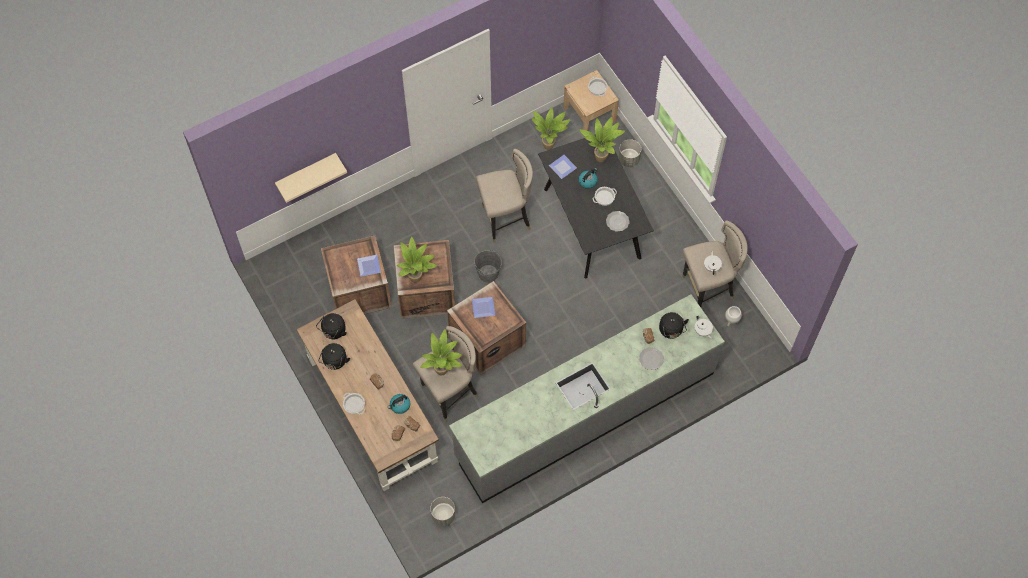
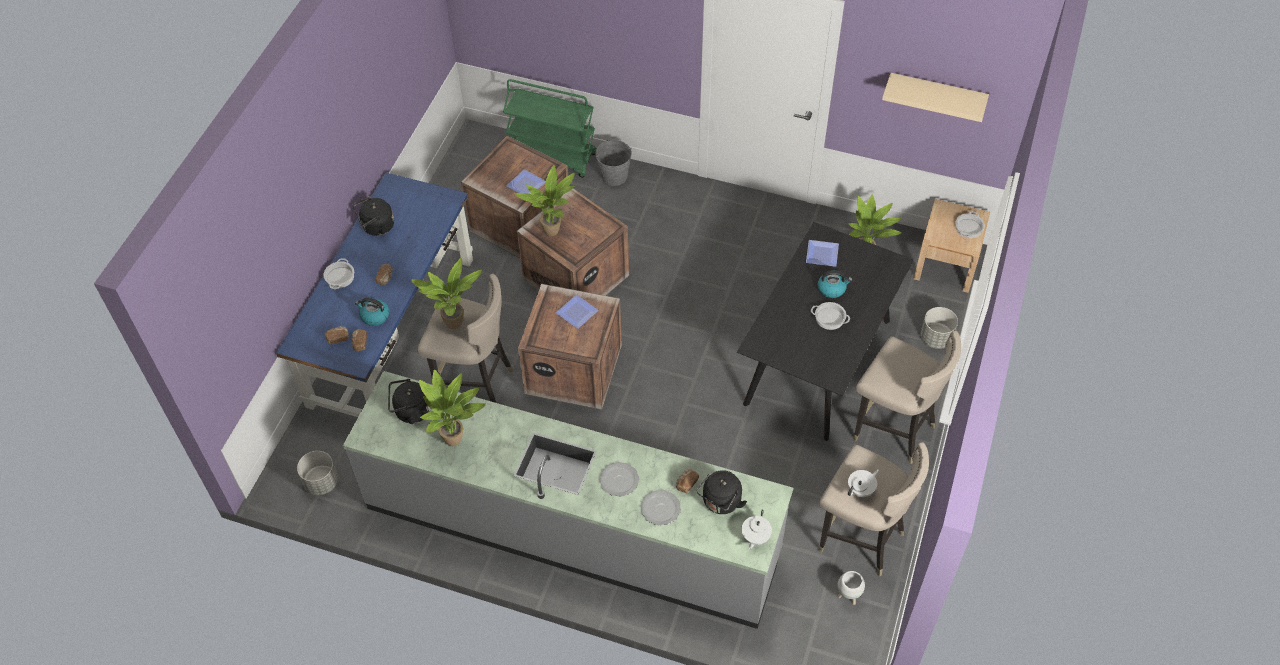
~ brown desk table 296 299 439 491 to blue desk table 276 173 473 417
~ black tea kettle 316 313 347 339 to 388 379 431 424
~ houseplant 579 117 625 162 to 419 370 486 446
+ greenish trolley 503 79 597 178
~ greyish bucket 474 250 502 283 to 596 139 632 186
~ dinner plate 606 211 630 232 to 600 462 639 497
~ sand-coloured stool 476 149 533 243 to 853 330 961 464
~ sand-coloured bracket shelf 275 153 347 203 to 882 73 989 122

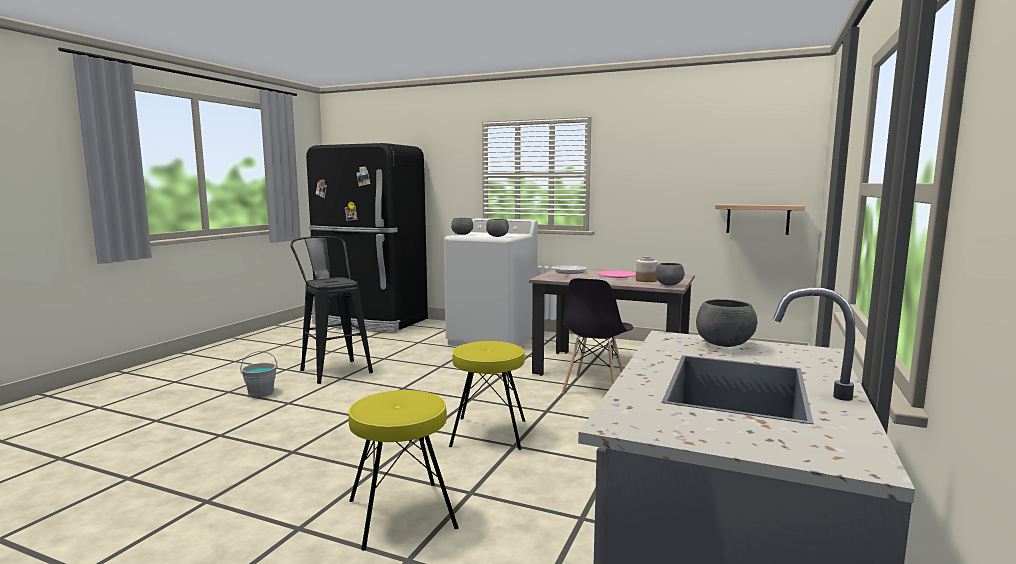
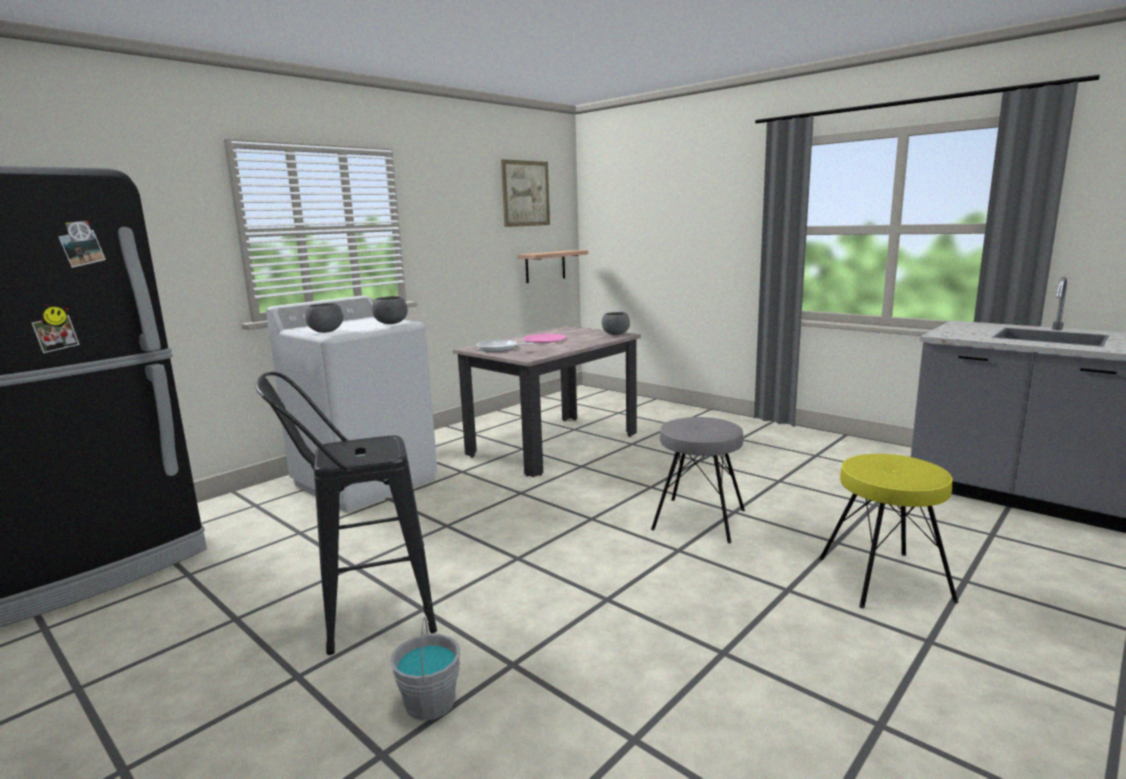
+ wall art 501 159 550 227
~ yellowish stool 449 341 525 450 to greyish stool 651 417 745 544
- greyish plain chair 562 278 633 393
- preserve jar 636 257 658 282
- greyish deep dish 696 299 758 347

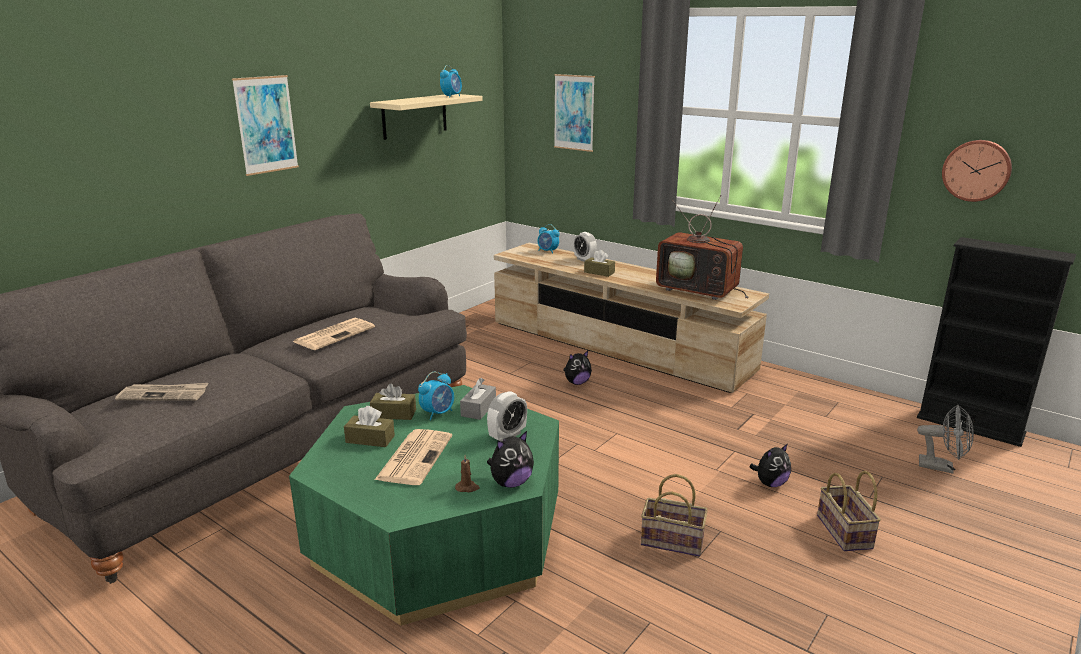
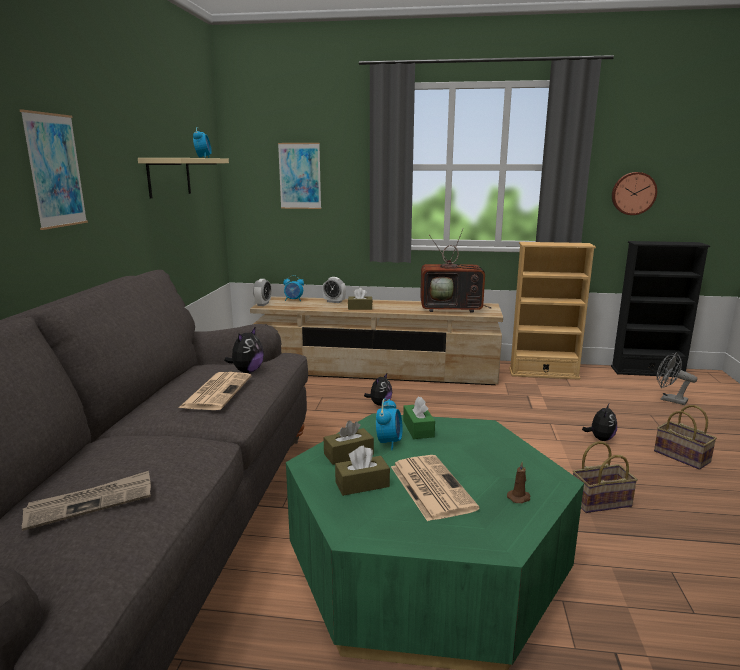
~ cuddly toy 487 431 534 488 to 224 328 264 373
~ bedside clock 487 391 527 442 to 253 279 271 306
~ greyish tissue box 460 378 496 420 to greenish tissue box 403 397 435 439
+ sand-coloured shelving unit 509 242 596 380
~ greyish electric fan 917 405 974 474 = 657 352 697 405 135 degrees counterclockwise

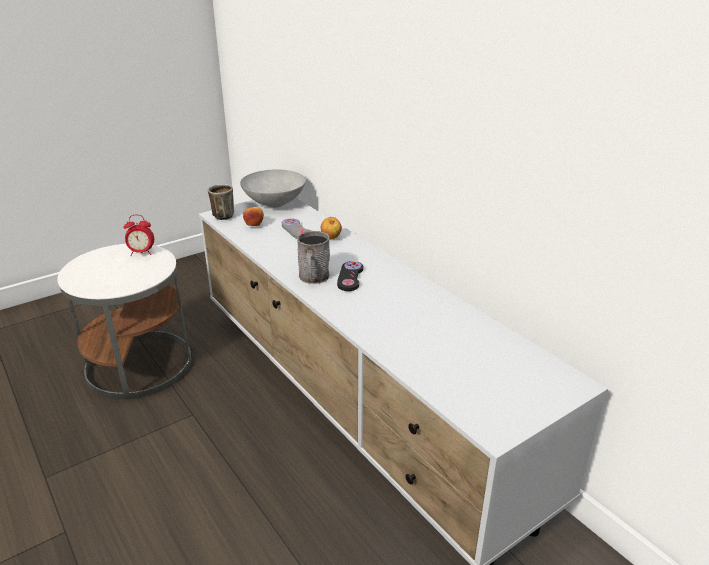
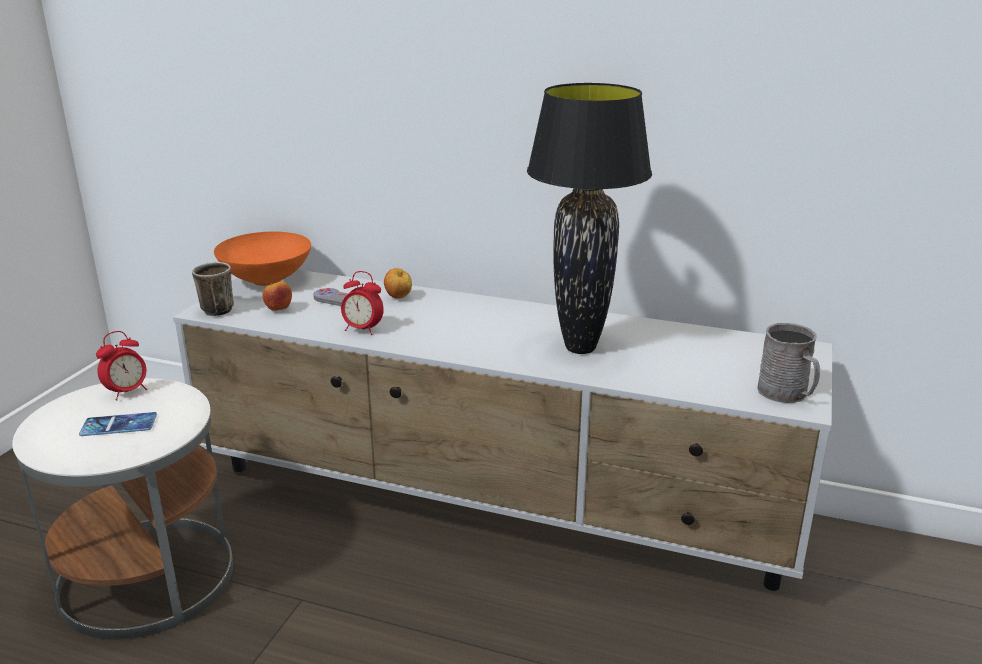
+ telephone 79 412 157 436
~ greyish deep dish 240 169 306 208 to orange deep dish 214 232 311 286
+ bedside clock 341 271 384 335
+ black lamp for a table 527 83 652 354
~ greyish mug 297 231 330 284 to 757 323 820 403
- black game controller 337 261 363 291

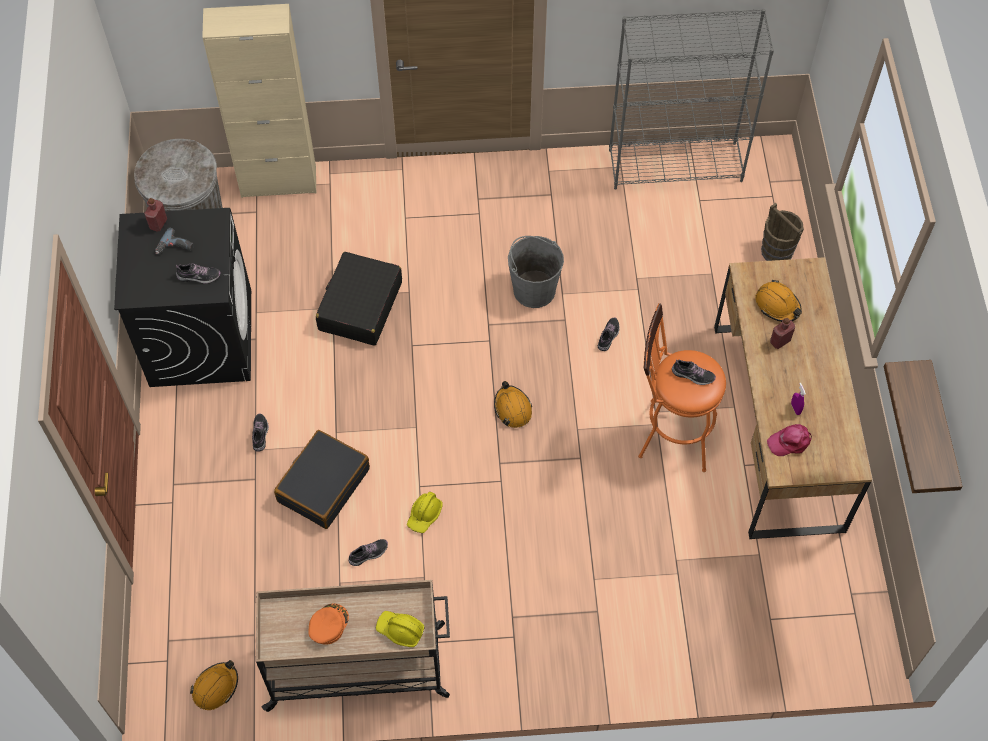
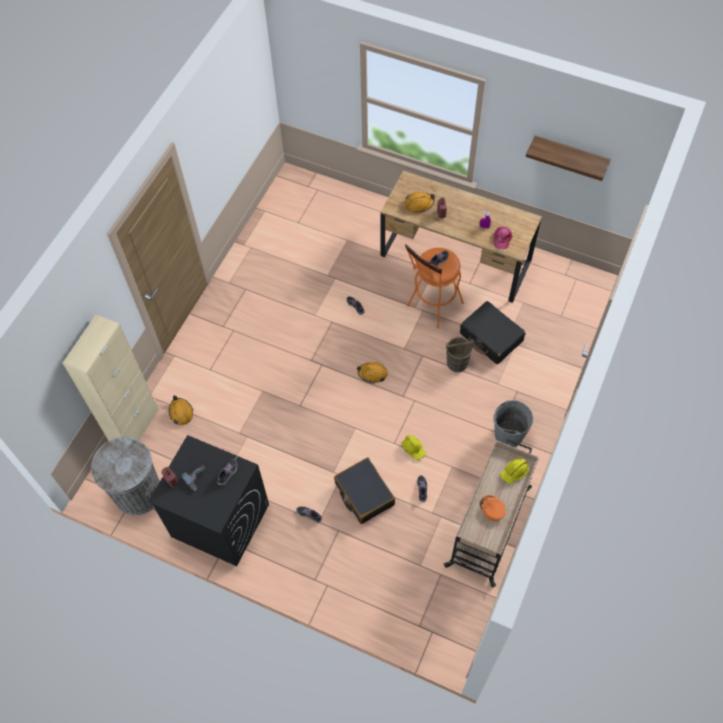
~ orange hard hat 190 660 238 710 to 169 395 193 425
~ brown bucket 761 203 804 261 to 446 337 474 372
~ black travel case 316 252 402 345 to 460 301 526 364
~ greyish bucket 508 236 564 308 to 493 400 533 447
- greyish shelving unit 609 9 774 190

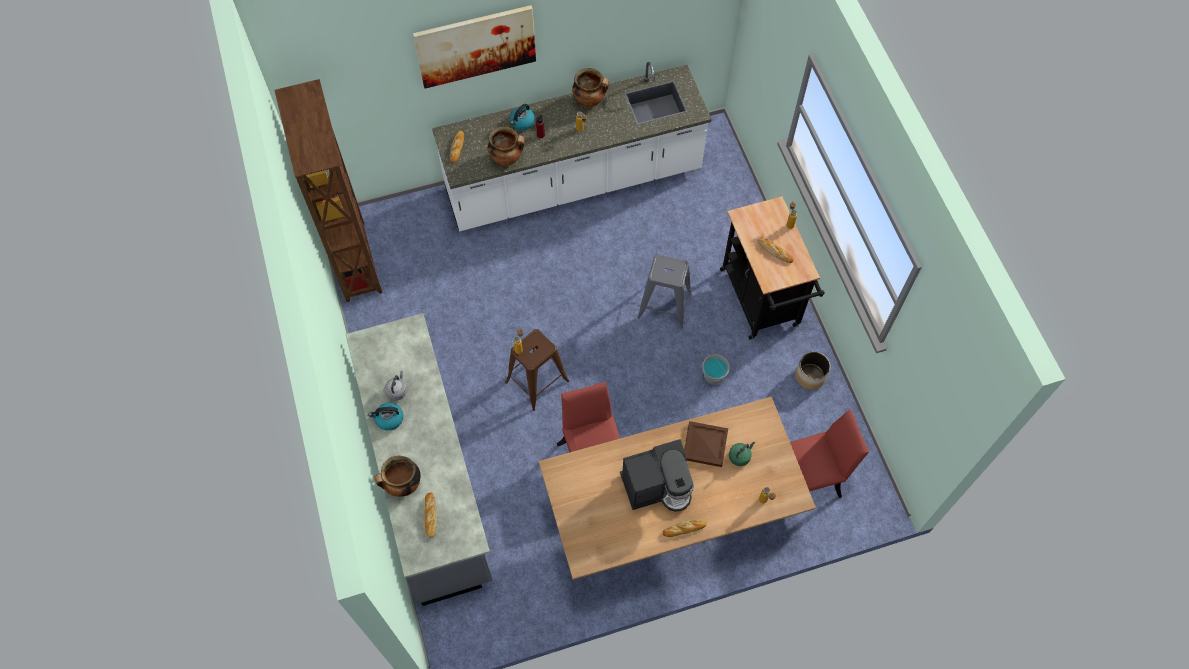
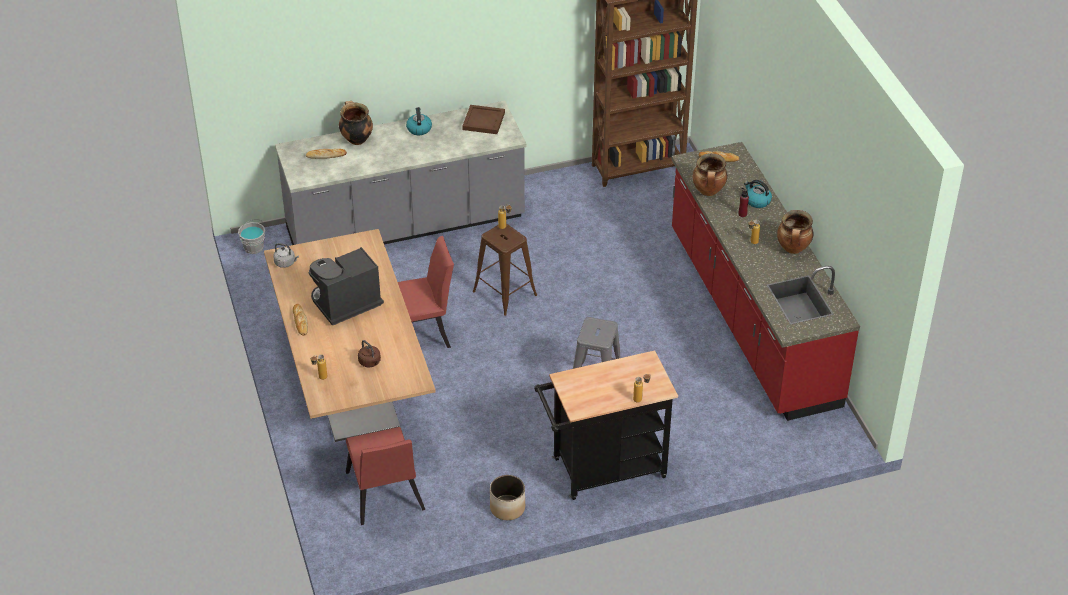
~ greyish bucket 702 354 730 385 to 238 219 265 254
~ greyish tea kettle 385 371 407 401 to 273 243 299 268
~ coffee machine 620 439 694 512 = 309 247 384 325 75 degrees clockwise
~ greenish tea kettle 729 442 755 466 to brown tea kettle 358 340 381 367
~ brown carrying tray 684 421 728 467 to 462 105 505 134
~ white counter 432 62 712 231 to reddish counter 671 142 860 421
- wall art 413 5 536 89
- bread 758 238 794 263

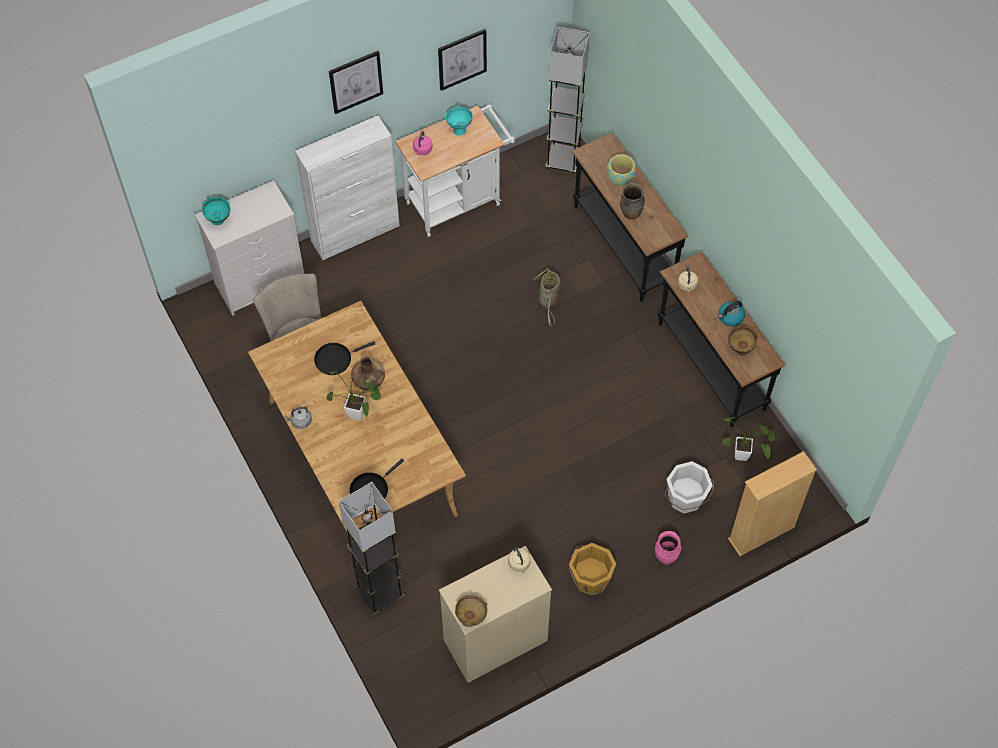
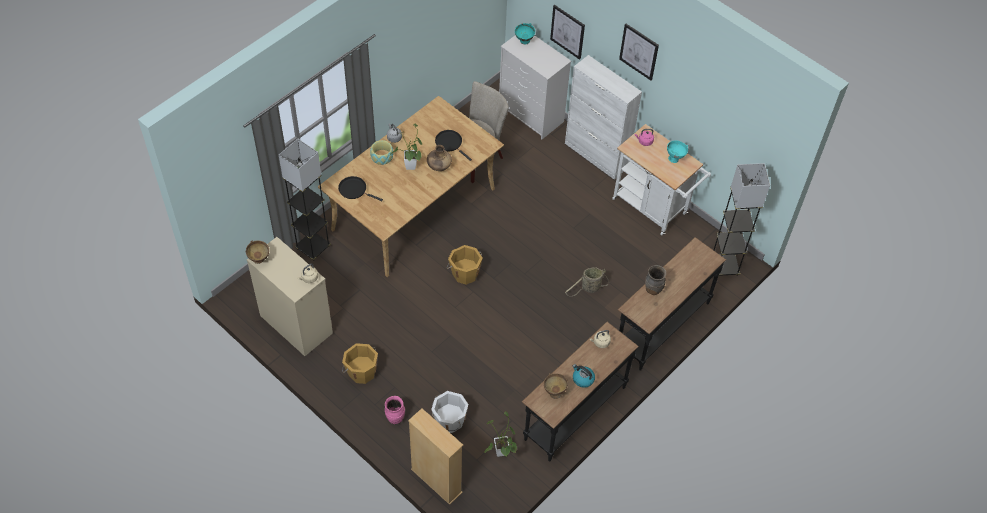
~ deep dish 607 154 636 186 to 370 140 394 165
+ orange bucket 447 245 483 285
~ wall art 438 29 487 91 to 550 5 585 60

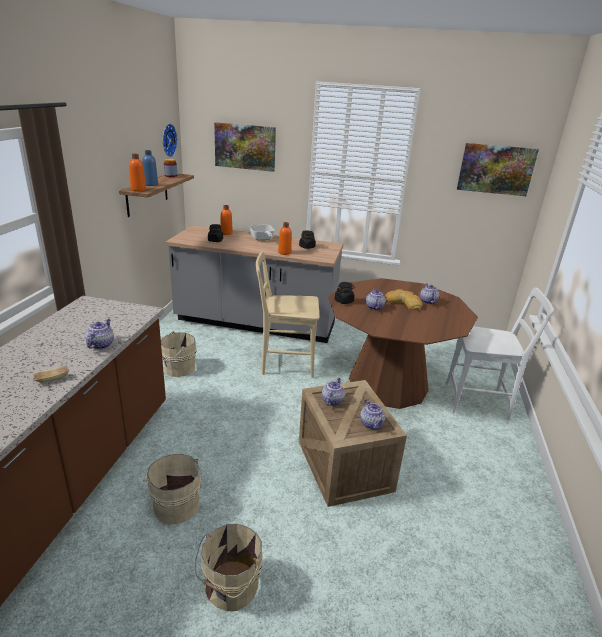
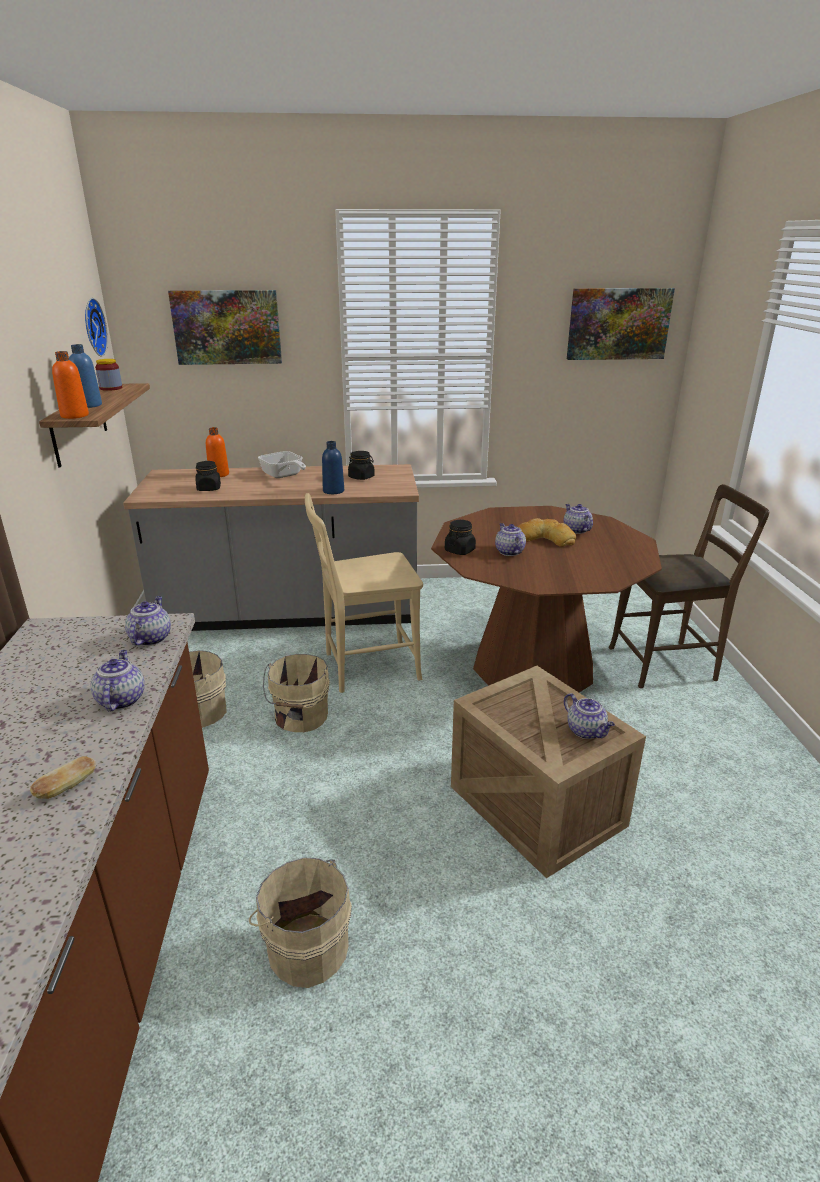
~ teapot 322 378 345 406 to 125 596 171 646
~ sand-coloured bucket 195 524 263 611 to 263 654 330 732
~ orange drink bottle 278 222 292 255 to blue drink bottle 322 441 344 494
~ white plain chair 445 287 554 420 to brown plain chair 609 484 769 688

